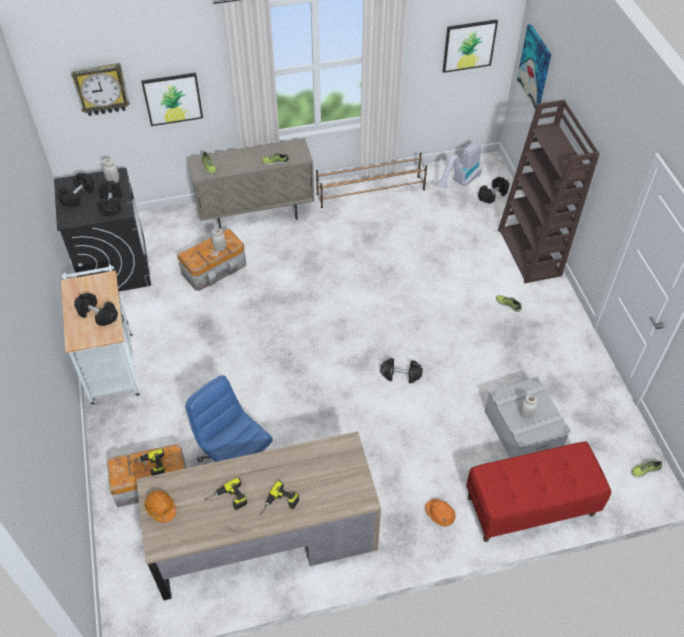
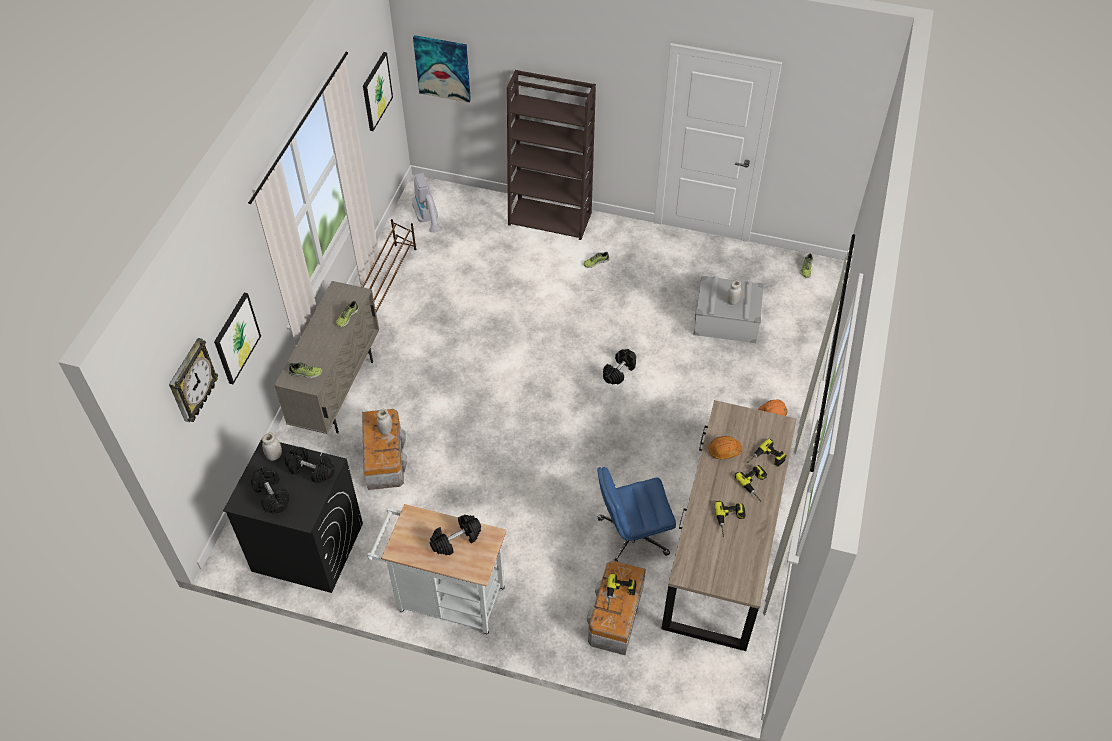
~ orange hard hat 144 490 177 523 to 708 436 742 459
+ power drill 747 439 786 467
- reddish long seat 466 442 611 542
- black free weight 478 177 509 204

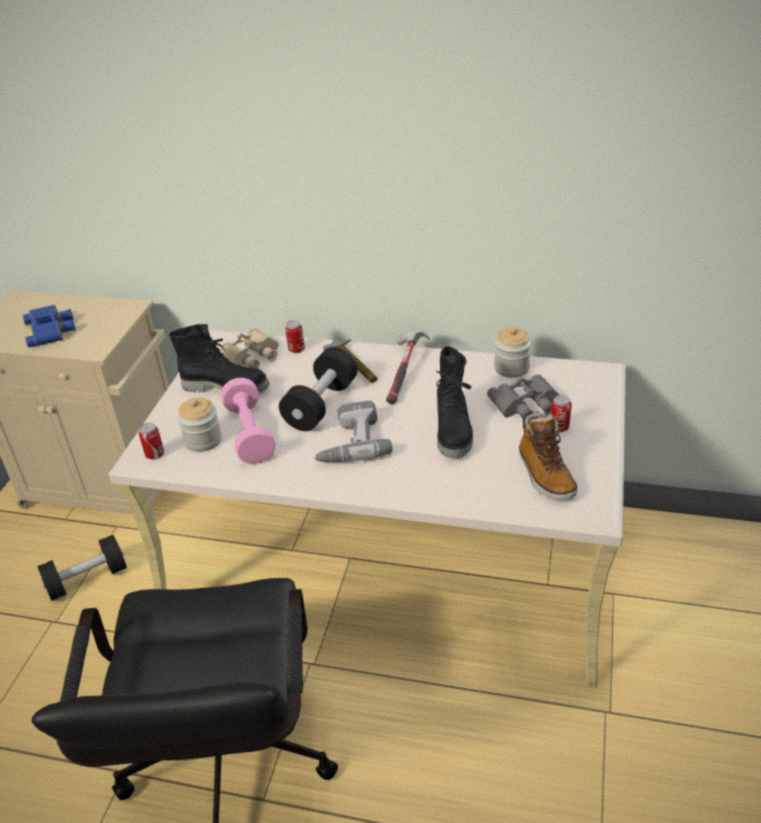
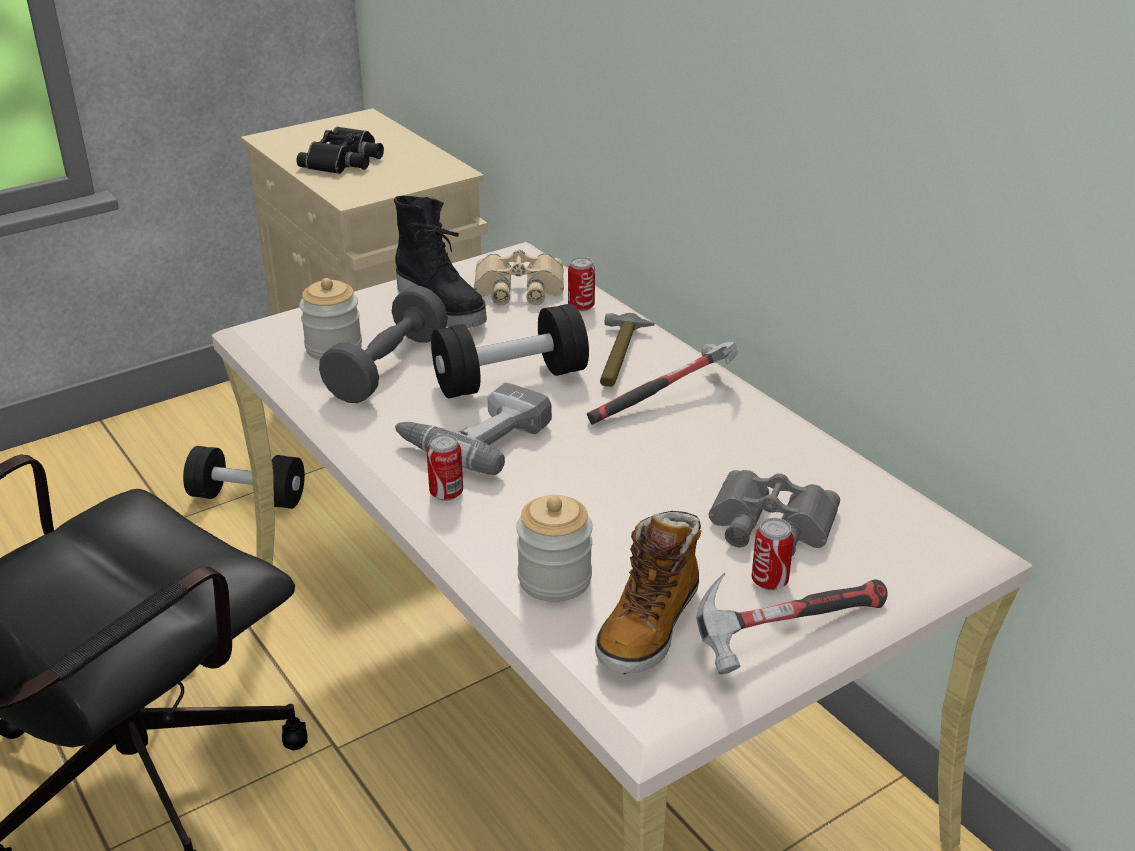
~ blue pair of binoculars 23 305 76 347 to black pair of binoculars 296 127 384 174
~ pinkish free weight 221 378 275 464 to greyish free weight 319 286 448 403
~ metal can 139 423 164 460 to 427 434 463 501
~ preserve jar 494 327 531 378 to 516 495 593 602
+ hand hammer 696 573 888 674
- black boot 436 346 473 458

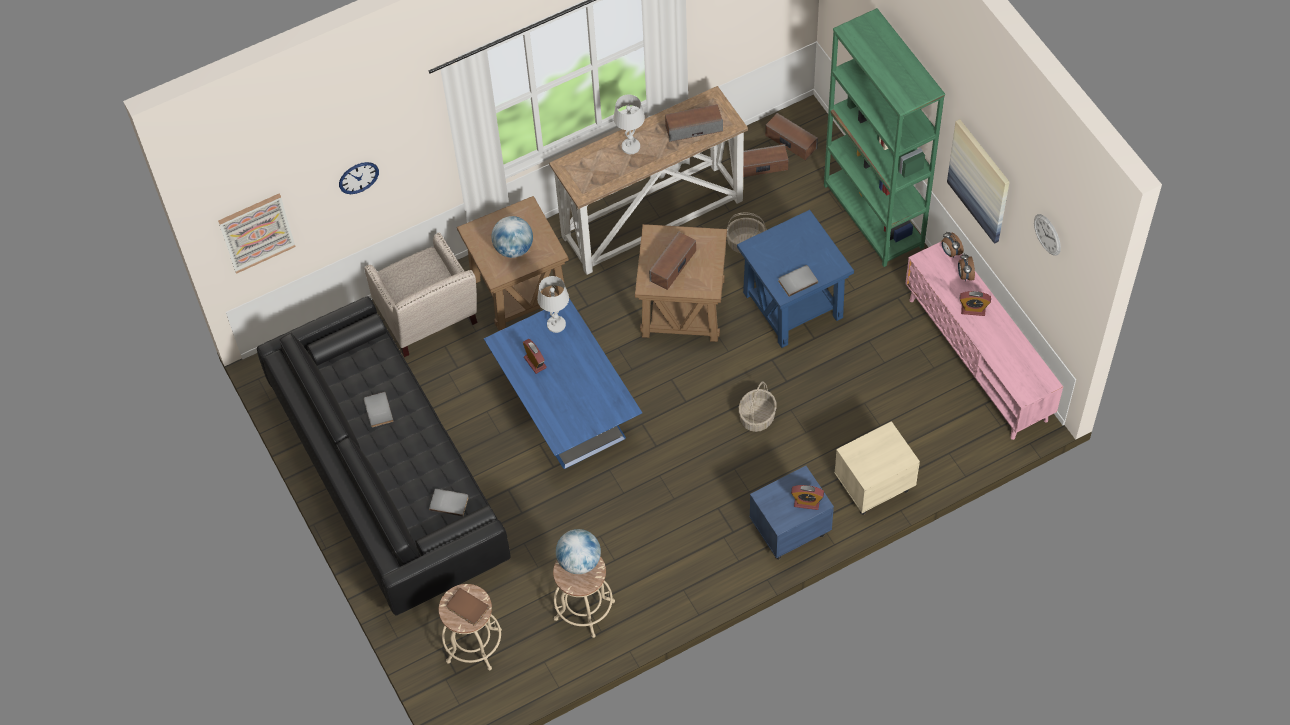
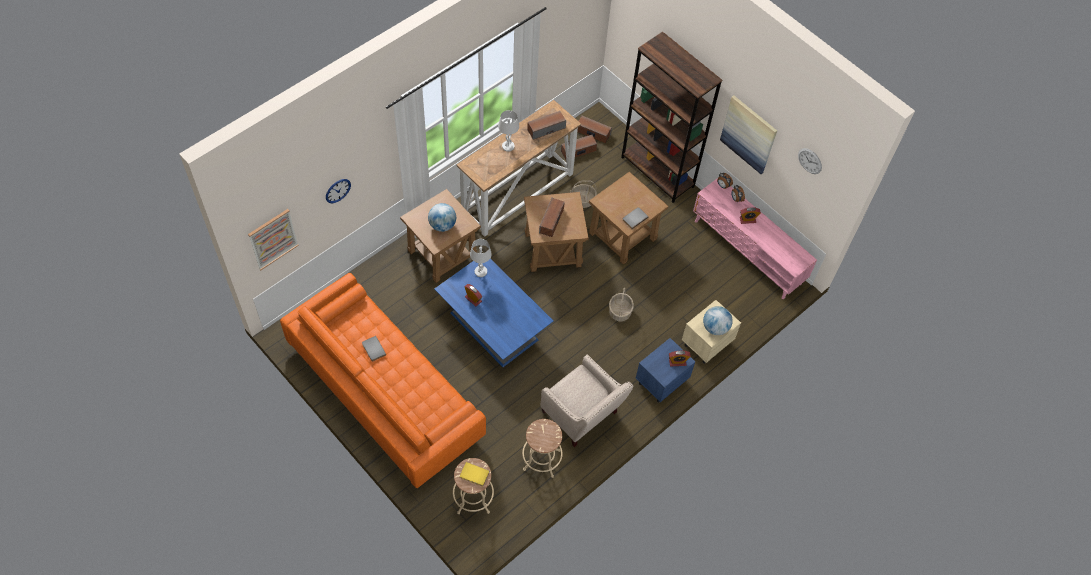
~ black settee 257 296 511 616 to orange settee 280 273 486 488
~ brown bound book 446 588 490 626 to yellowish bound book 460 462 490 486
~ sand-coloured easy chair 364 233 478 357 to 540 354 633 447
~ blue accent table 737 210 854 348 to brown accent table 589 172 668 265
~ greenish shelving unit 824 8 945 267 to brown shelving unit 621 31 722 203
~ globe 556 529 601 574 to 703 306 733 335
- greyish bound book 429 489 469 517

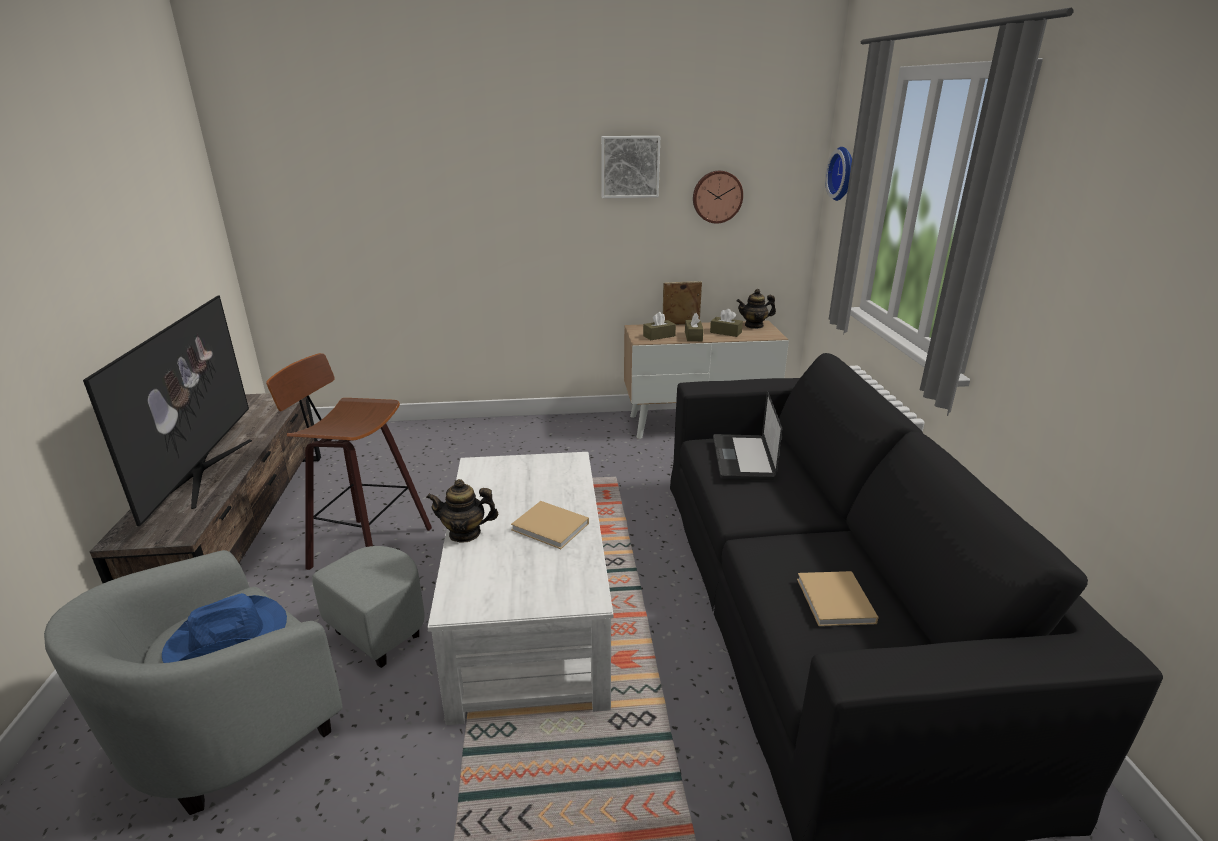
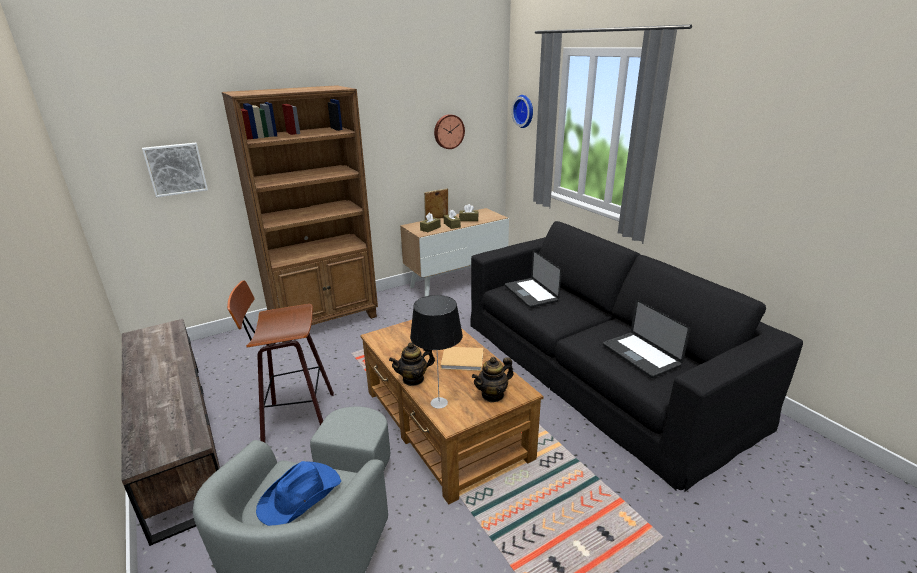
~ wall art 601 136 660 198 to 142 143 208 197
+ brown shelving unit 222 85 378 343
~ white low table 427 452 614 725 to brown low table 360 320 544 504
+ lamp for a table 410 295 463 409
~ teapot 737 289 776 329 to 472 357 514 402
~ sand-coloured bound book 797 571 879 626 to laptop 603 299 690 378
- television 83 296 252 526

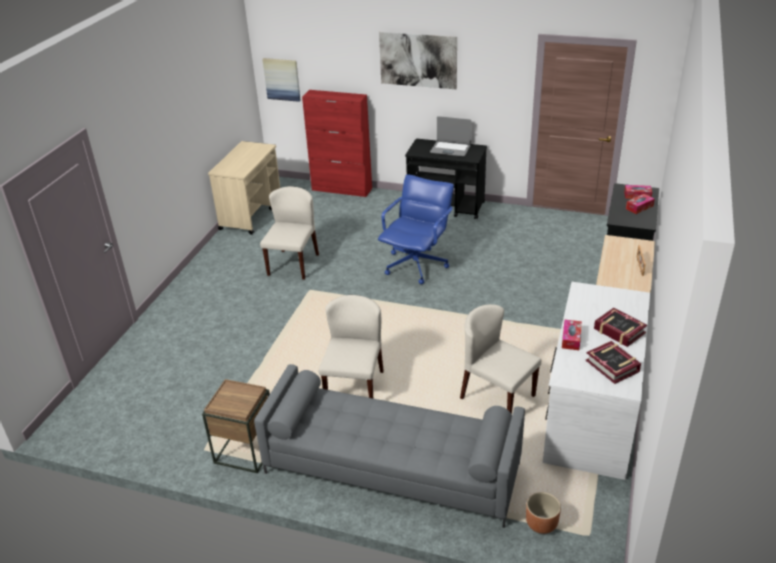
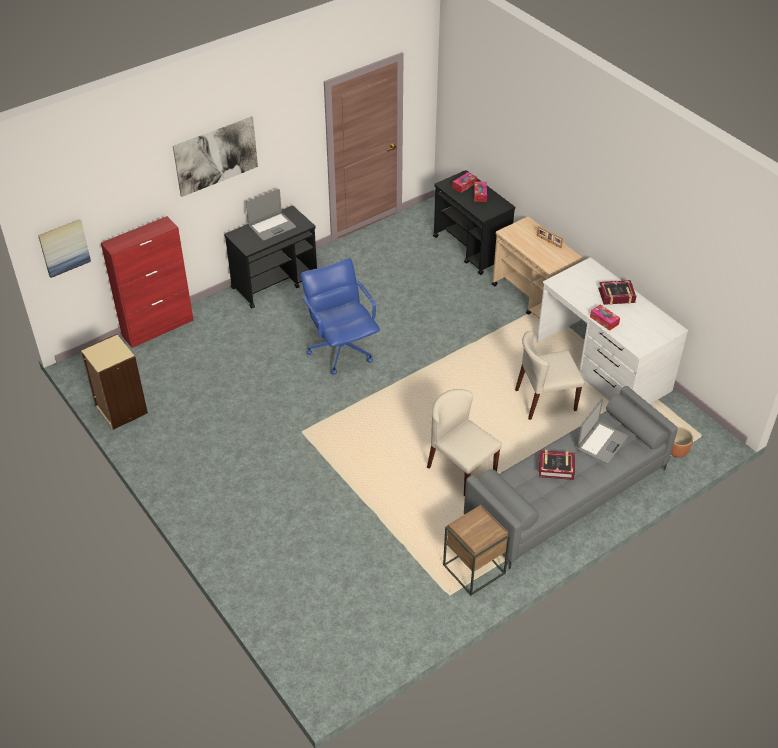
~ sand-coloured trolley 208 141 280 235 to sand-coloured shelving unit 81 334 148 430
~ bound book 586 341 641 384 to 538 450 575 480
+ laptop 577 399 628 464
- sand-coloured plain chair 260 186 319 280

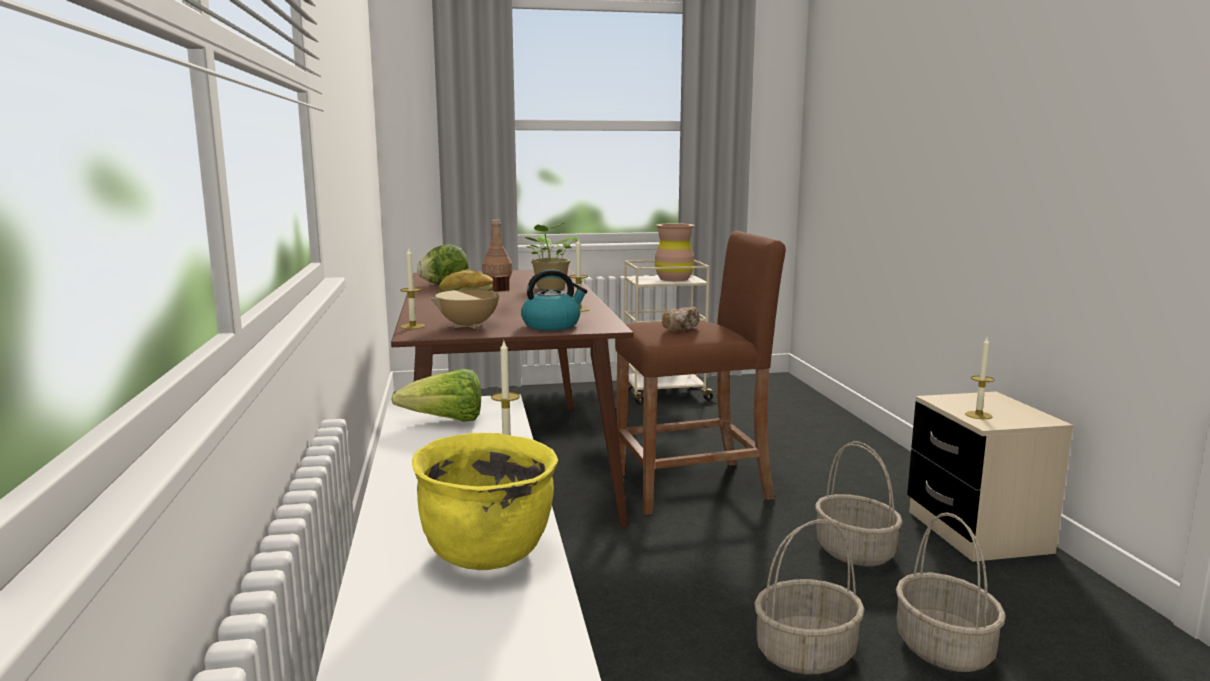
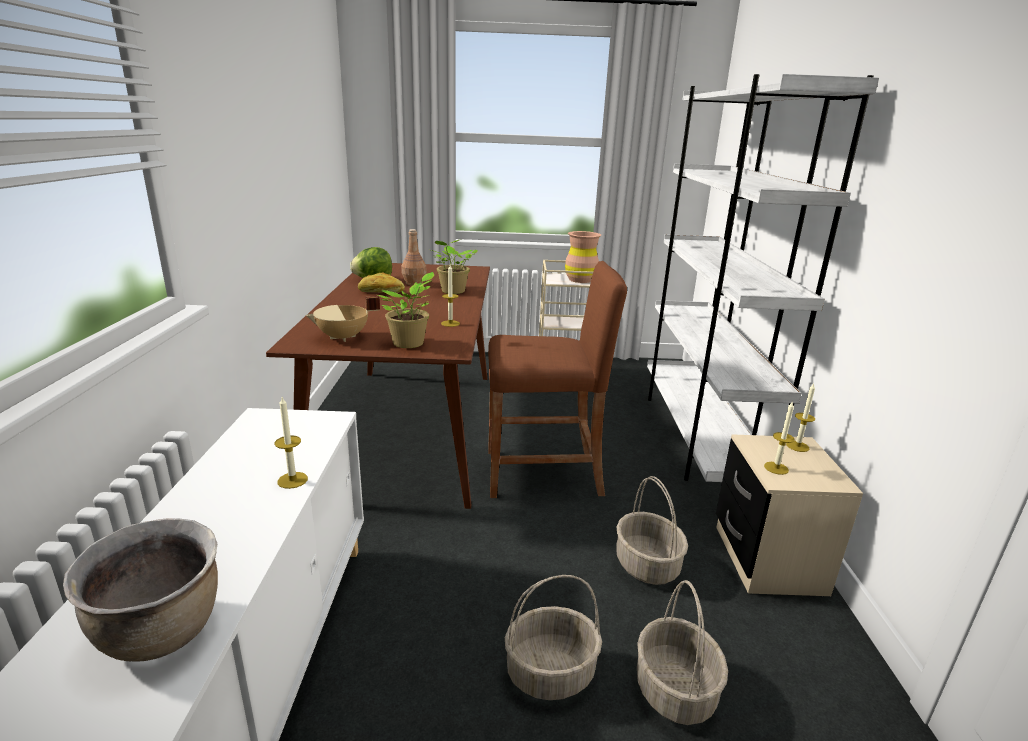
~ yellowish stockpot 412 433 558 570 to brown stockpot 63 518 218 662
~ tea kettle 521 269 587 331 to houseplant 378 272 434 348
+ white shelving unit 647 74 879 482
~ wax candle 400 247 425 329 to 786 383 815 452
- lettuce 391 369 481 422
- bread 662 307 700 332

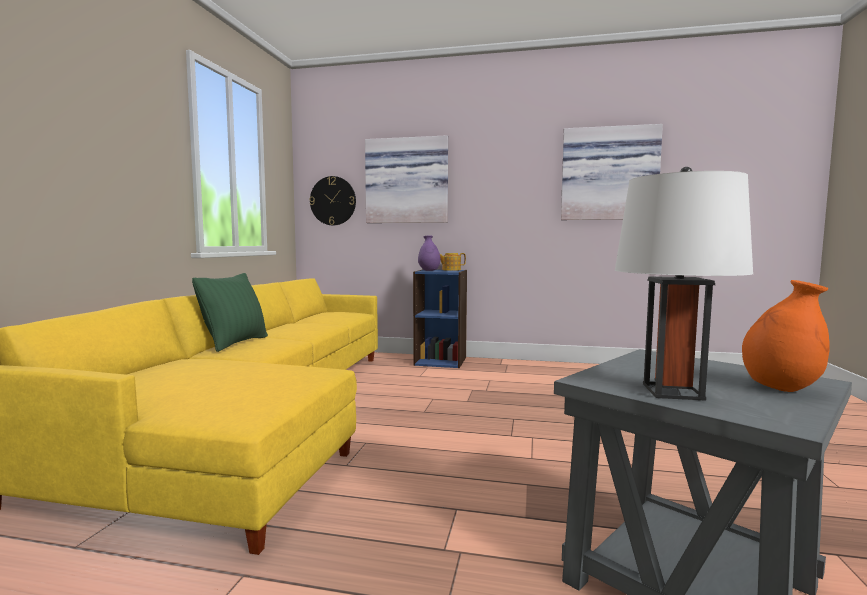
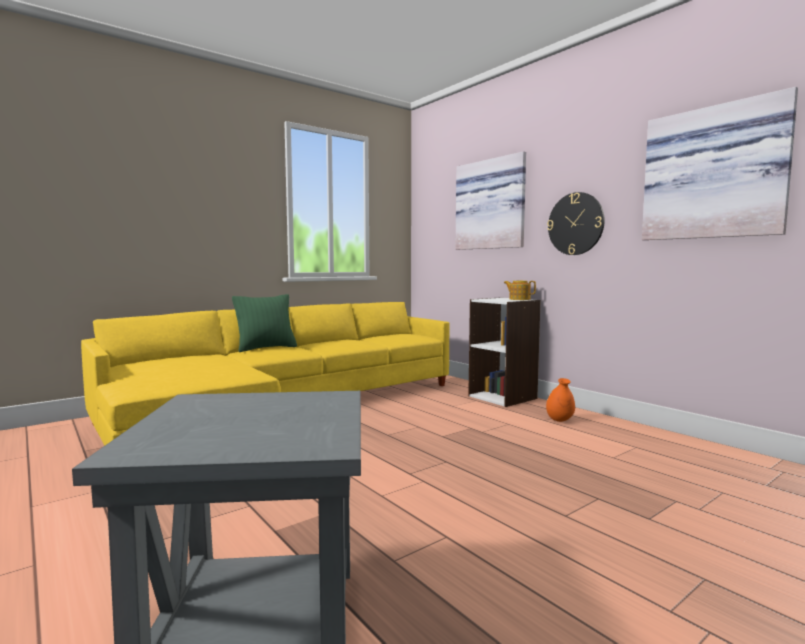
~ blue shelving unit 413 269 467 368 to white shelving unit 468 297 541 407
~ orange vase 742 280 829 392 to 546 378 575 422
~ clock on the wall 309 176 356 225 to 547 192 605 255
- purple vase 418 235 441 271
- white lamp for a table 615 167 753 401

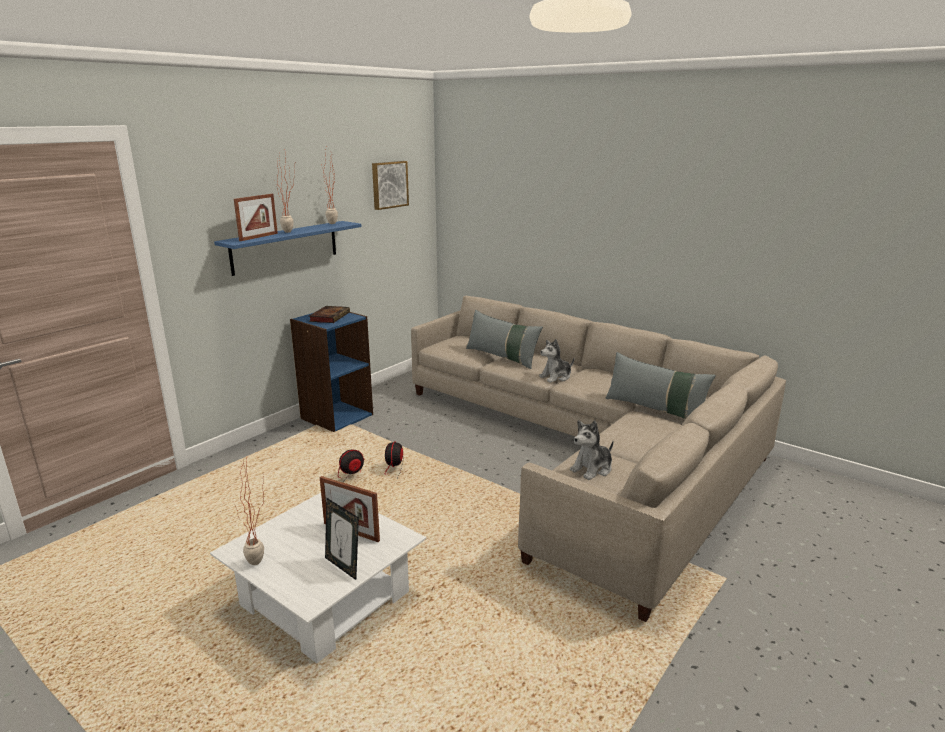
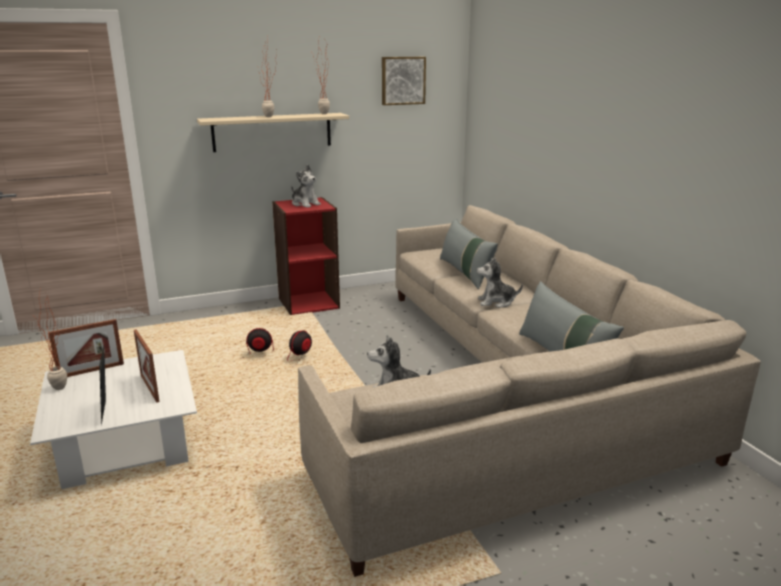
~ photo frame 234 194 278 241 to 49 319 124 377
~ blue bracket shelf 214 221 361 276 to sand-coloured bracket shelf 197 113 349 152
~ blue shelving unit 290 312 373 432 to reddish shelving unit 272 197 340 315
~ bound book 309 306 350 323 to cuddly toy 291 165 321 208

